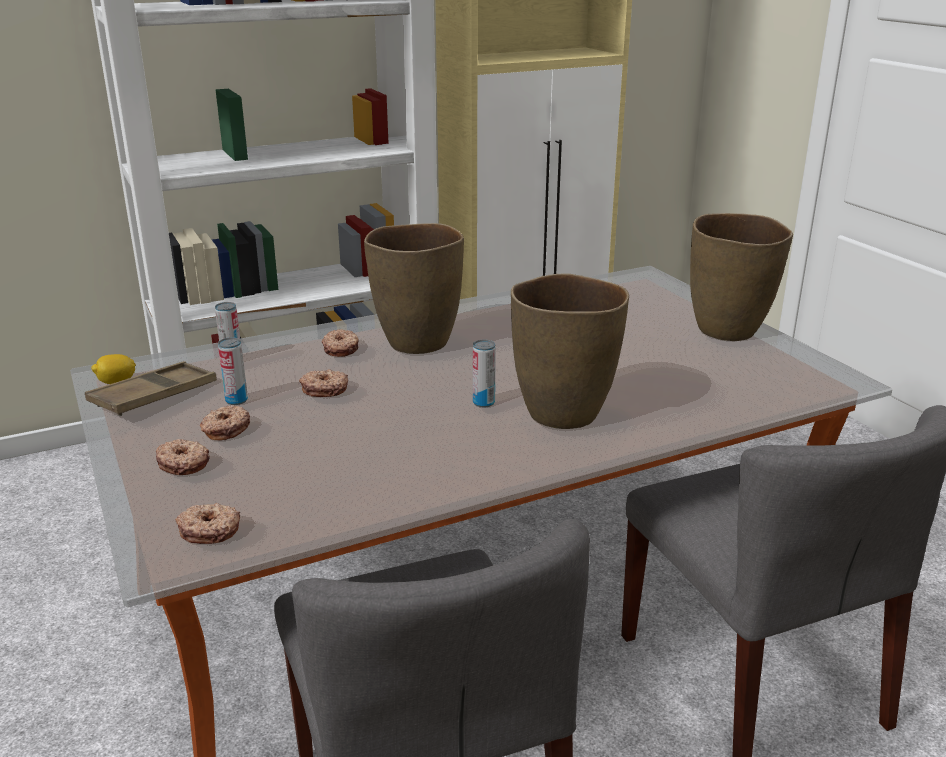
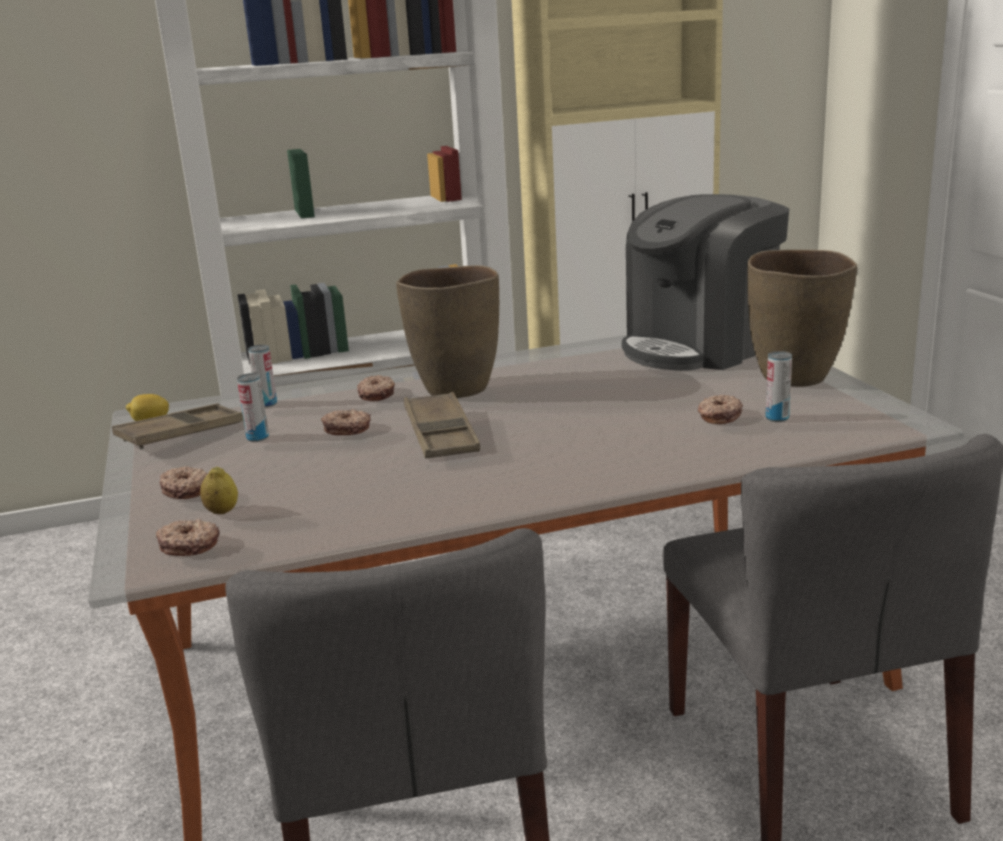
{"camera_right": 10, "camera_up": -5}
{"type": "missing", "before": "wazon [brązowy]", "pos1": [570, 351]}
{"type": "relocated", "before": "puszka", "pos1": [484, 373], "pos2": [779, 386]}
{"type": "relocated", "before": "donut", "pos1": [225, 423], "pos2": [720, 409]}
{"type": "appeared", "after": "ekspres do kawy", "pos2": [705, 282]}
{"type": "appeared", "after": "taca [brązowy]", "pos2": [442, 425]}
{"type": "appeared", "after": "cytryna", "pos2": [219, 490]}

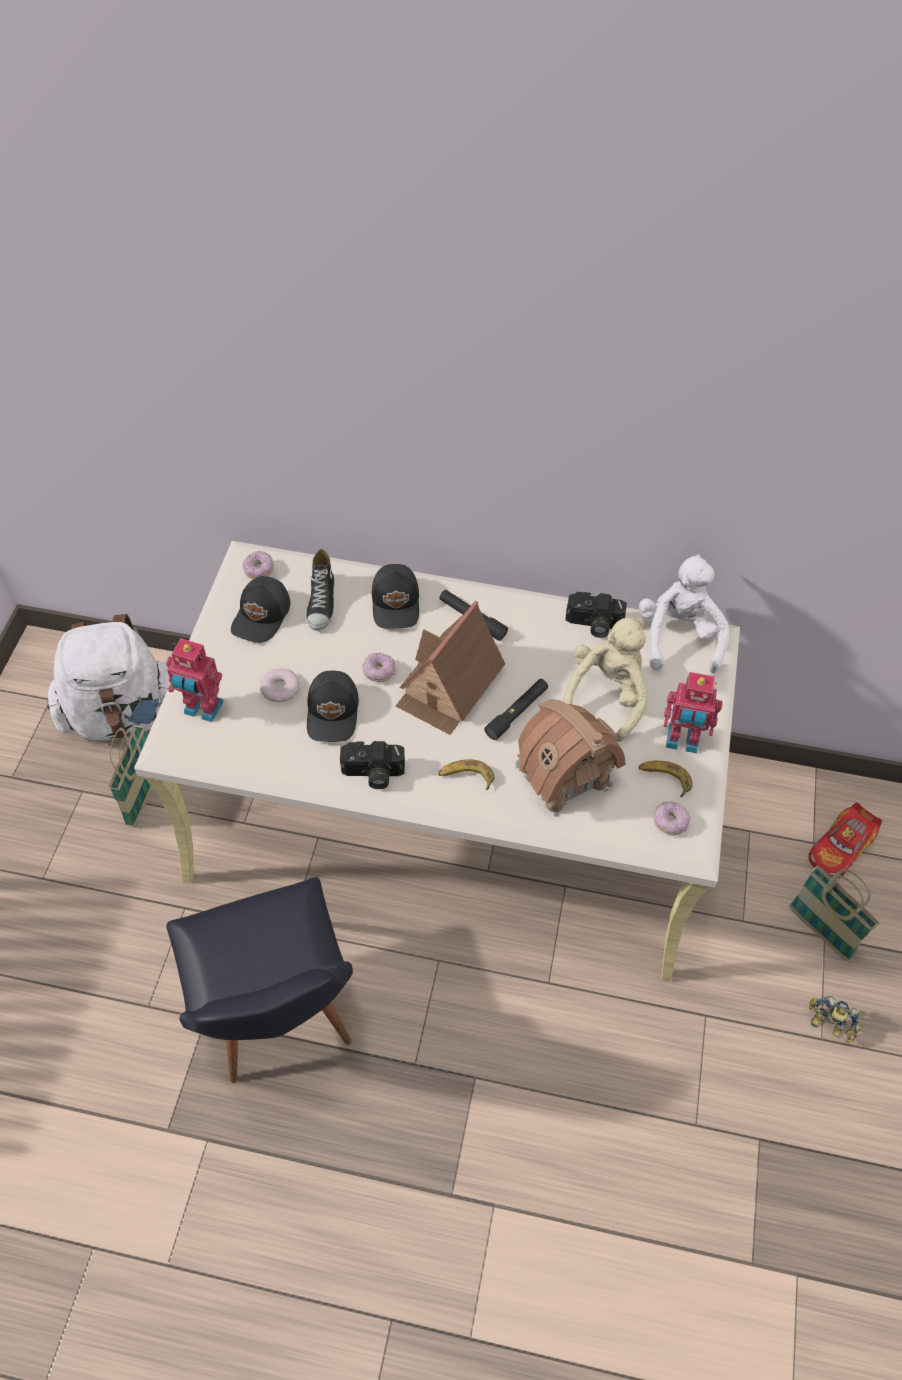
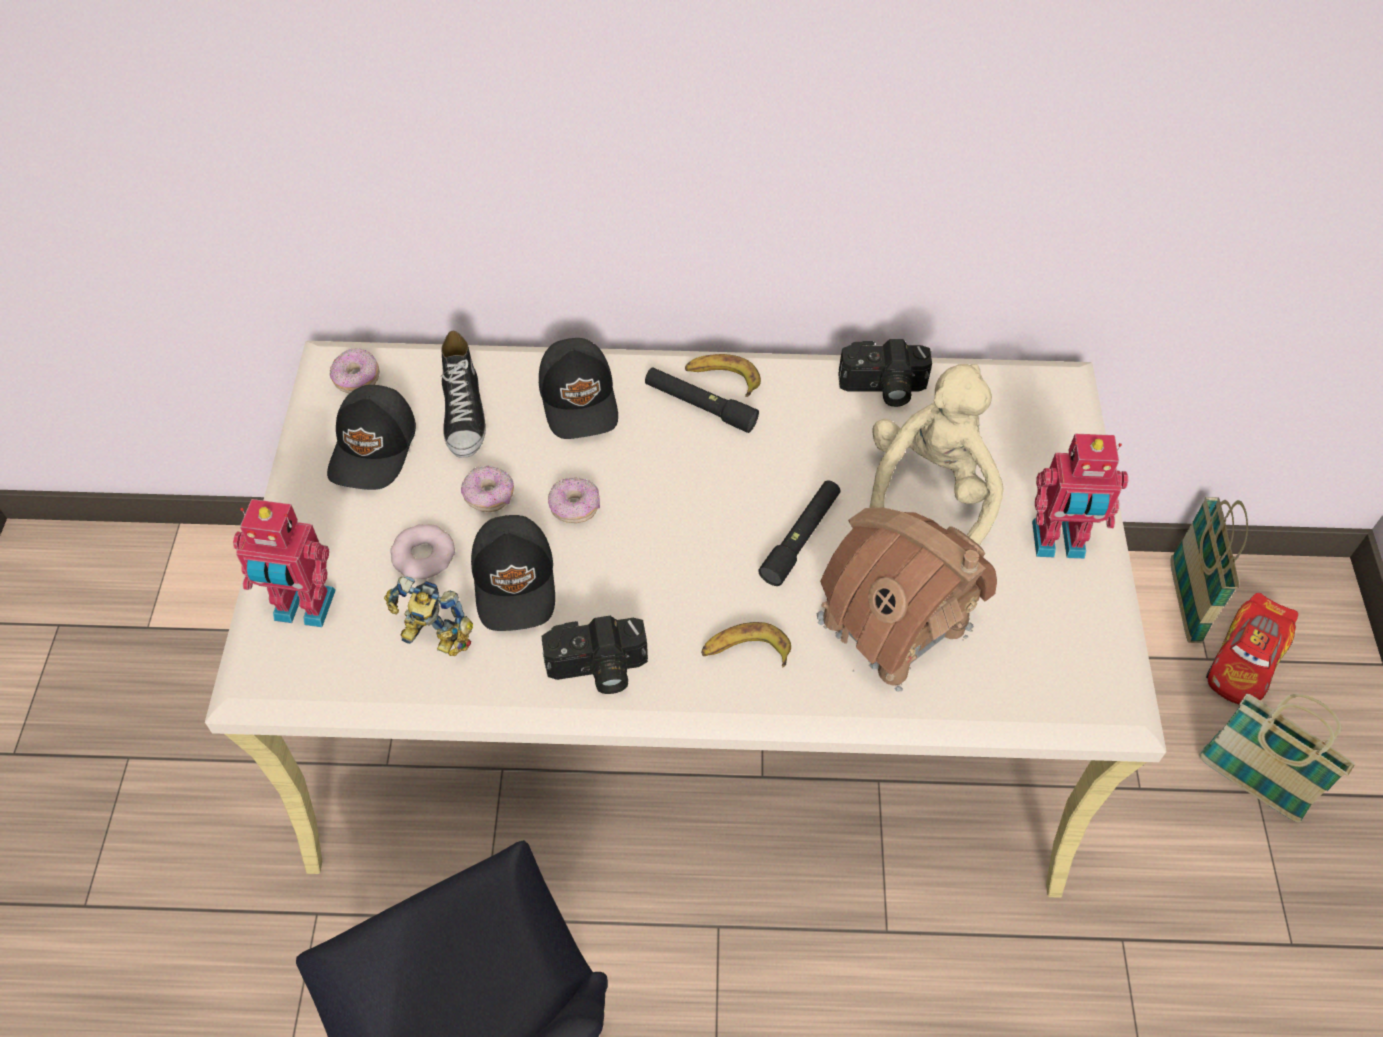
{"camera_right": -10, "camera_up": 0}
{"type": "missing", "before": "pluszak [biały]", "pos1": [684, 613]}
{"type": "missing", "before": "domek", "pos1": [450, 667]}
{"type": "missing", "before": "plecak [biały]", "pos1": [108, 677]}
{"type": "relocated", "before": "koszyk", "pos1": [130, 776], "pos2": [1209, 570]}
{"type": "relocated", "before": "banan", "pos1": [665, 779], "pos2": [723, 375]}
{"type": "relocated", "before": "donut", "pos1": [672, 818], "pos2": [487, 489]}
{"type": "relocated", "before": "robot zabawkowy", "pos1": [835, 1019], "pos2": [428, 616]}

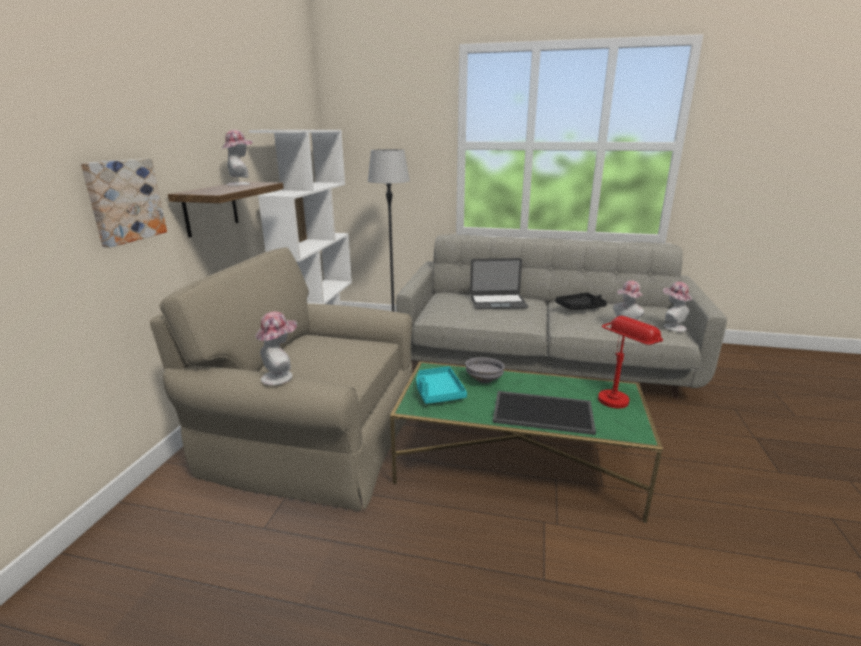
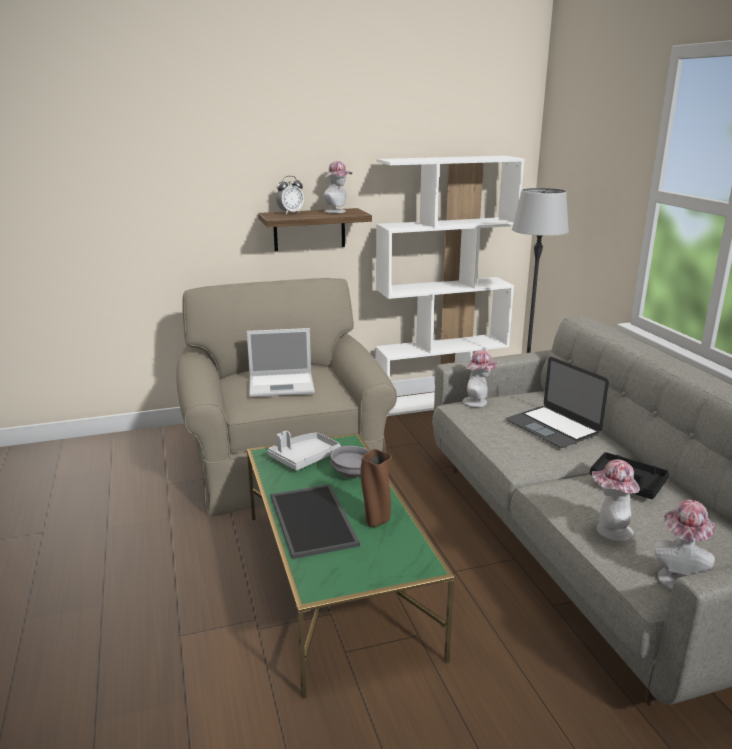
{"camera_right": 60, "camera_up": 0}
{"type": "missing", "before": "obraz", "pos1": [124, 203]}
{"type": "relocated", "before": "kapelusz", "pos1": [276, 348], "pos2": [481, 378]}
{"type": "missing", "before": "lampa stołowa [czerwony]", "pos1": [630, 362]}
{"type": "colour", "before": "taca [turkusowy]", "after": "taca [szary]", "pos1": [442, 385], "pos2": [304, 450]}
{"type": "appeared", "after": "budzik", "pos2": [290, 195]}
{"type": "appeared", "after": "laptop", "pos2": [281, 362]}
{"type": "appeared", "after": "wazon [brązowy]", "pos2": [376, 488]}

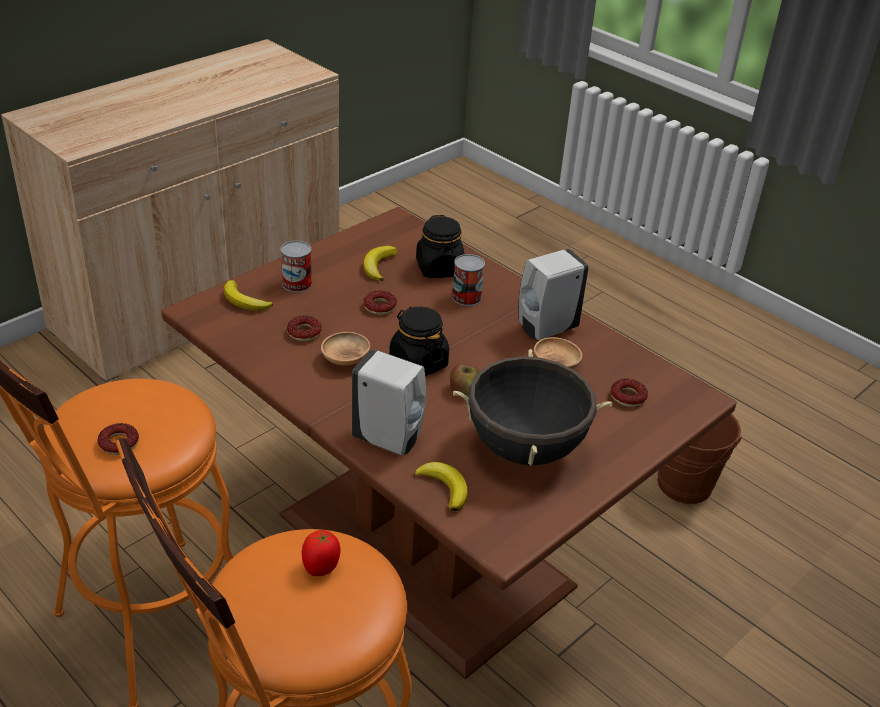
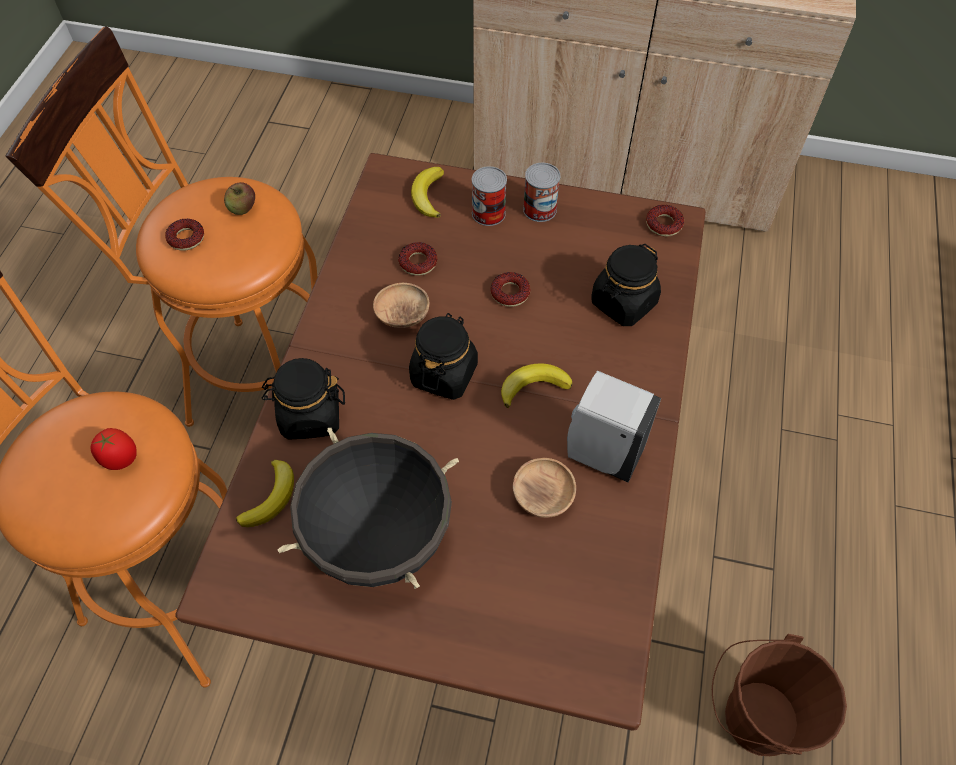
{"camera_right": 60, "camera_up": 20}
{"type": "relocated", "before": "banan", "pos1": [380, 263], "pos2": [537, 385]}
{"type": "relocated", "before": "puszka", "pos1": [468, 280], "pos2": [541, 192]}
{"type": "exchanged", "before": "dozownik mydła [biały]", "after": "słoik [czarny]", "pos1": [389, 402], "pos2": [303, 399]}
{"type": "relocated", "before": "jabłko", "pos1": [464, 380], "pos2": [239, 198]}
{"type": "relocated", "before": "donut", "pos1": [629, 393], "pos2": [665, 221]}

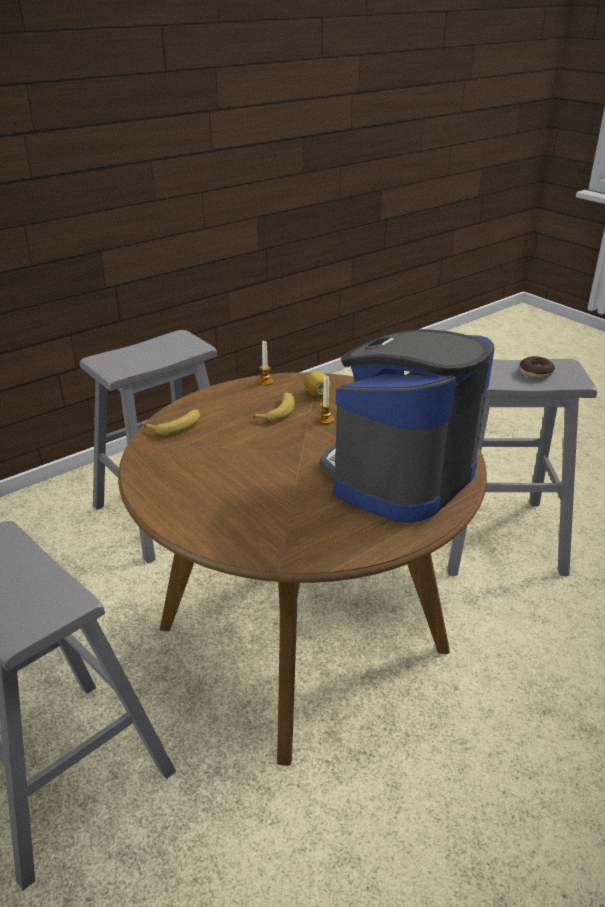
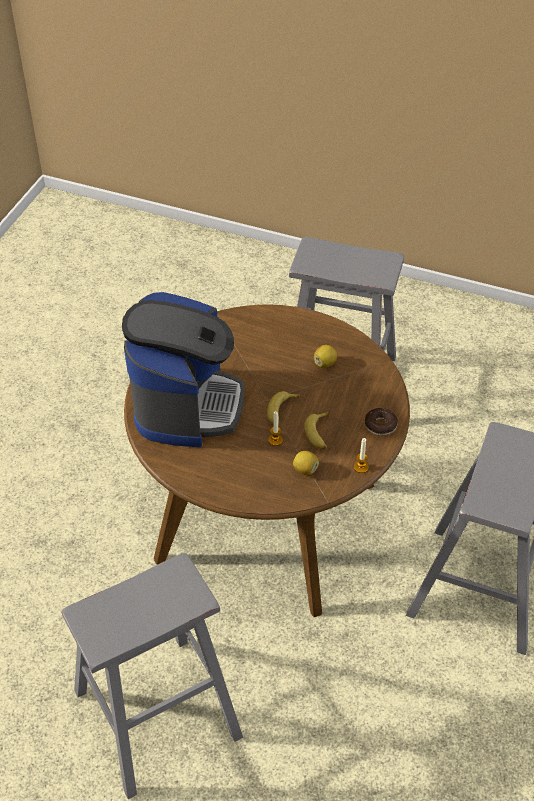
{"camera_right": 150, "camera_up": 15}
{"type": "relocated", "before": "donut", "pos1": [537, 367], "pos2": [381, 422]}
{"type": "relocated", "before": "banan", "pos1": [172, 422], "pos2": [283, 408]}
{"type": "appeared", "after": "cytryna", "pos2": [325, 356]}

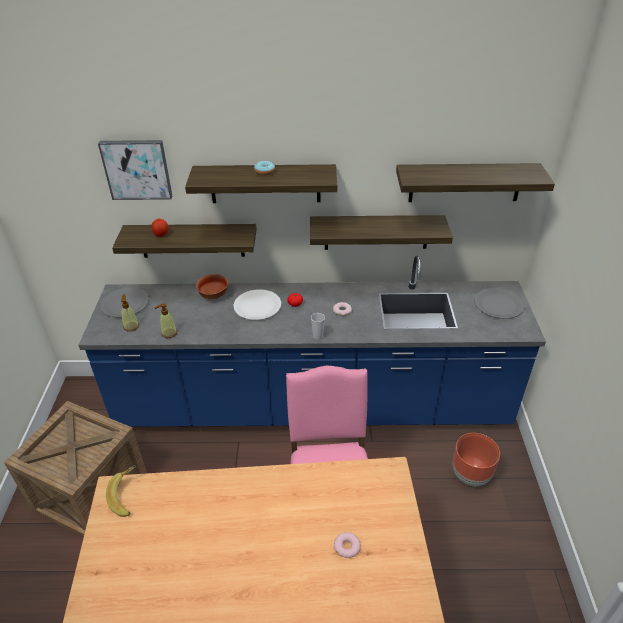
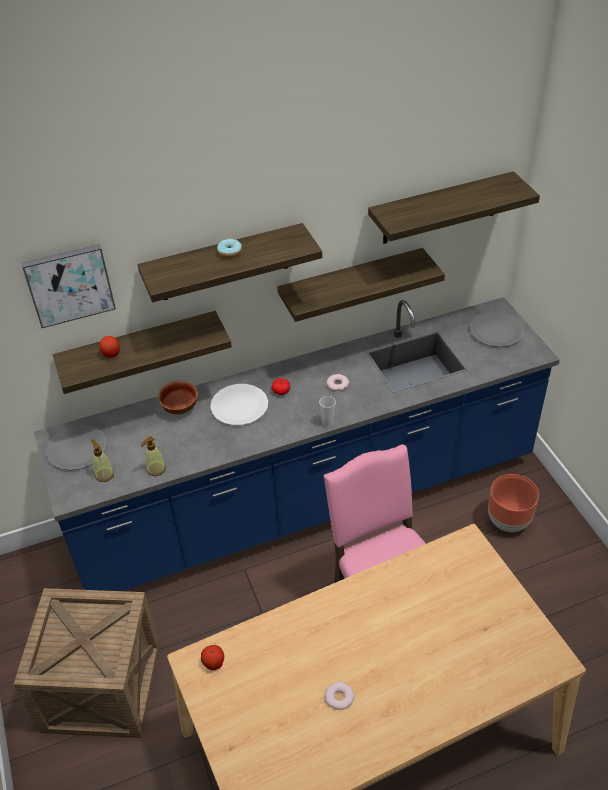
{"camera_right": -20, "camera_up": 5}
{"type": "exchanged", "before": "banan", "after": "jabłko", "pos1": [121, 491], "pos2": [212, 657]}
{"type": "relocated", "before": "donut", "pos1": [347, 545], "pos2": [339, 696]}

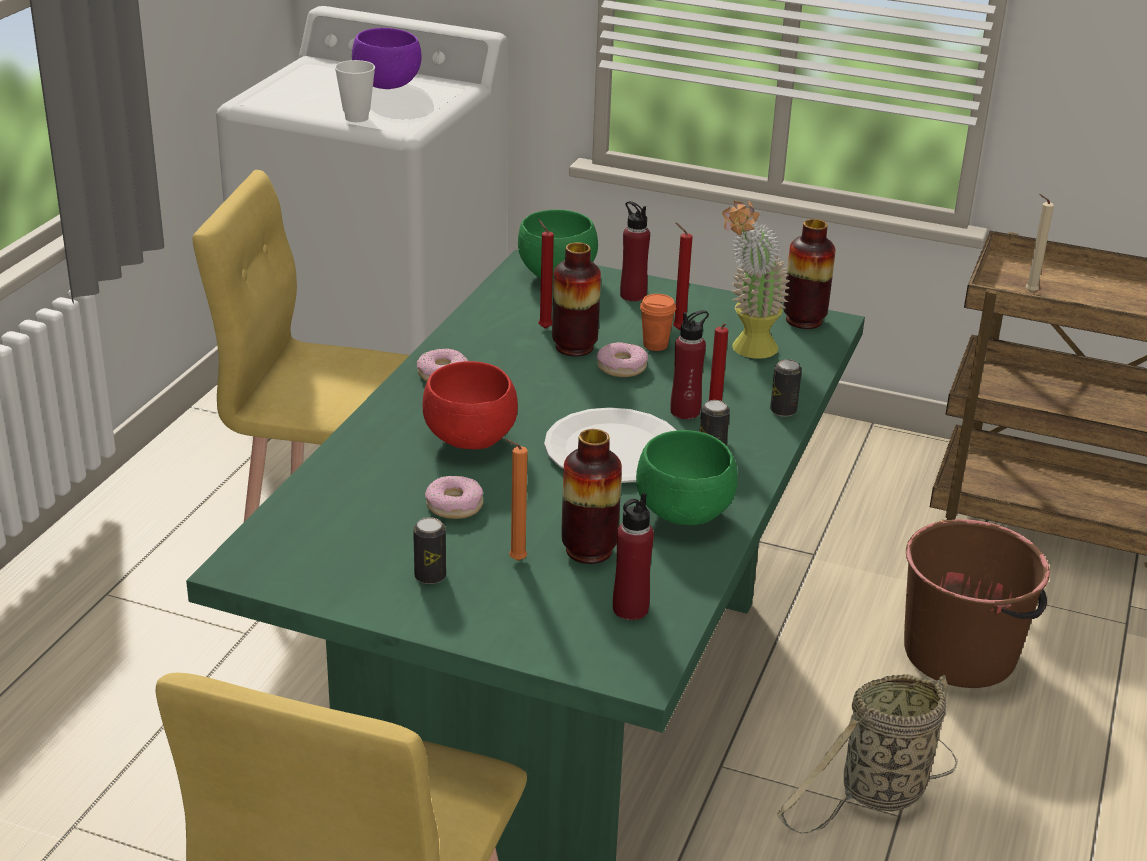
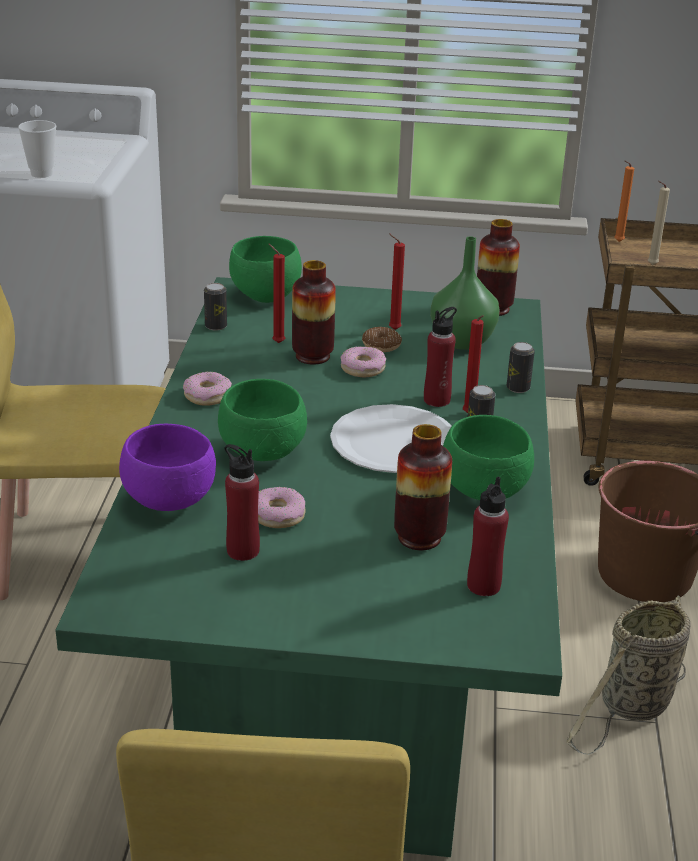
{"camera_right": -15, "camera_up": 0}
{"type": "relocated", "before": "miska [fioletowy]", "pos1": [387, 58], "pos2": [167, 467]}
{"type": "relocated", "before": "butelka [czerwony]", "pos1": [635, 251], "pos2": [242, 502]}
{"type": "exchanged", "before": "roślina doniczkowa", "after": "wazon [zielony]", "pos1": [756, 280], "pos2": [464, 293]}
{"type": "exchanged", "before": "filiżanka [pomarańczowy]", "after": "donut", "pos1": [658, 322], "pos2": [382, 339]}
{"type": "colour", "before": "miska [czerwony]", "after": "miska [zielony]", "pos1": [470, 405], "pos2": [262, 420]}
{"type": "relocated", "before": "świeca [pomarańczowy]", "pos1": [516, 500], "pos2": [624, 201]}
{"type": "relocated", "before": "puszka", "pos1": [429, 550], "pos2": [215, 307]}

